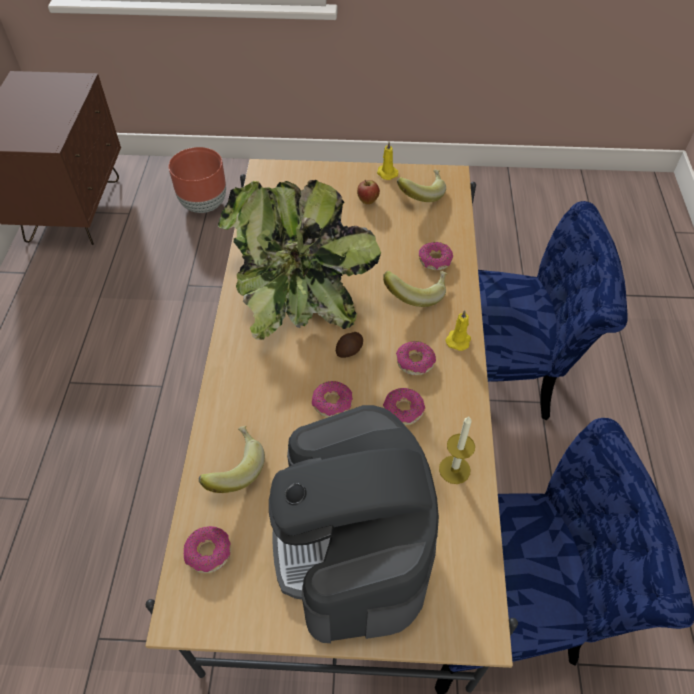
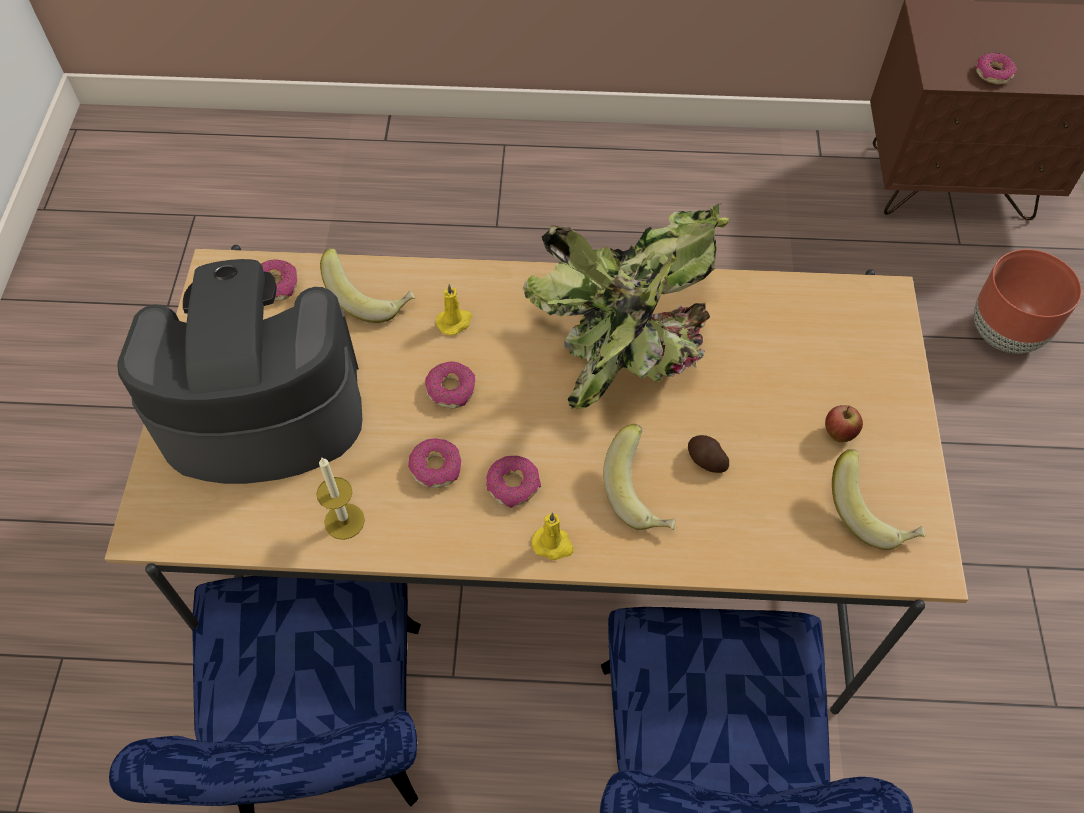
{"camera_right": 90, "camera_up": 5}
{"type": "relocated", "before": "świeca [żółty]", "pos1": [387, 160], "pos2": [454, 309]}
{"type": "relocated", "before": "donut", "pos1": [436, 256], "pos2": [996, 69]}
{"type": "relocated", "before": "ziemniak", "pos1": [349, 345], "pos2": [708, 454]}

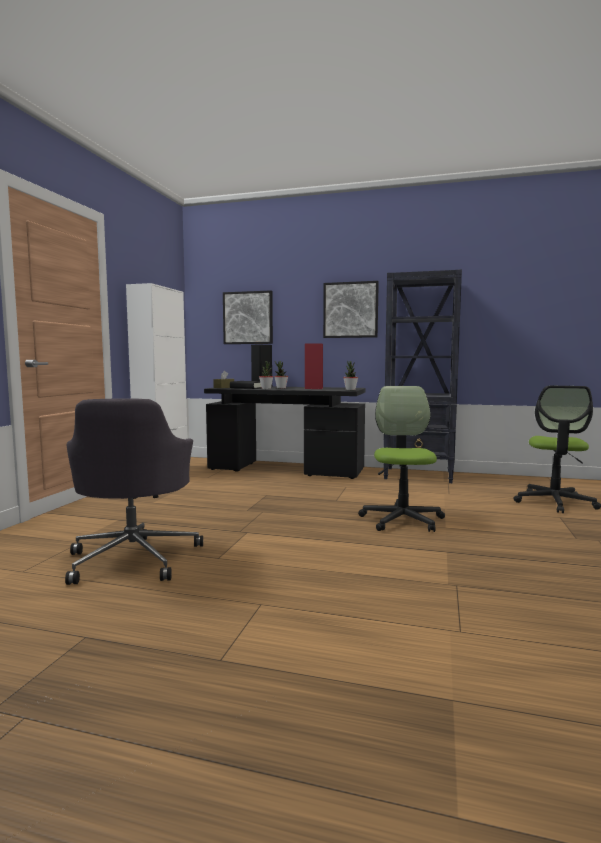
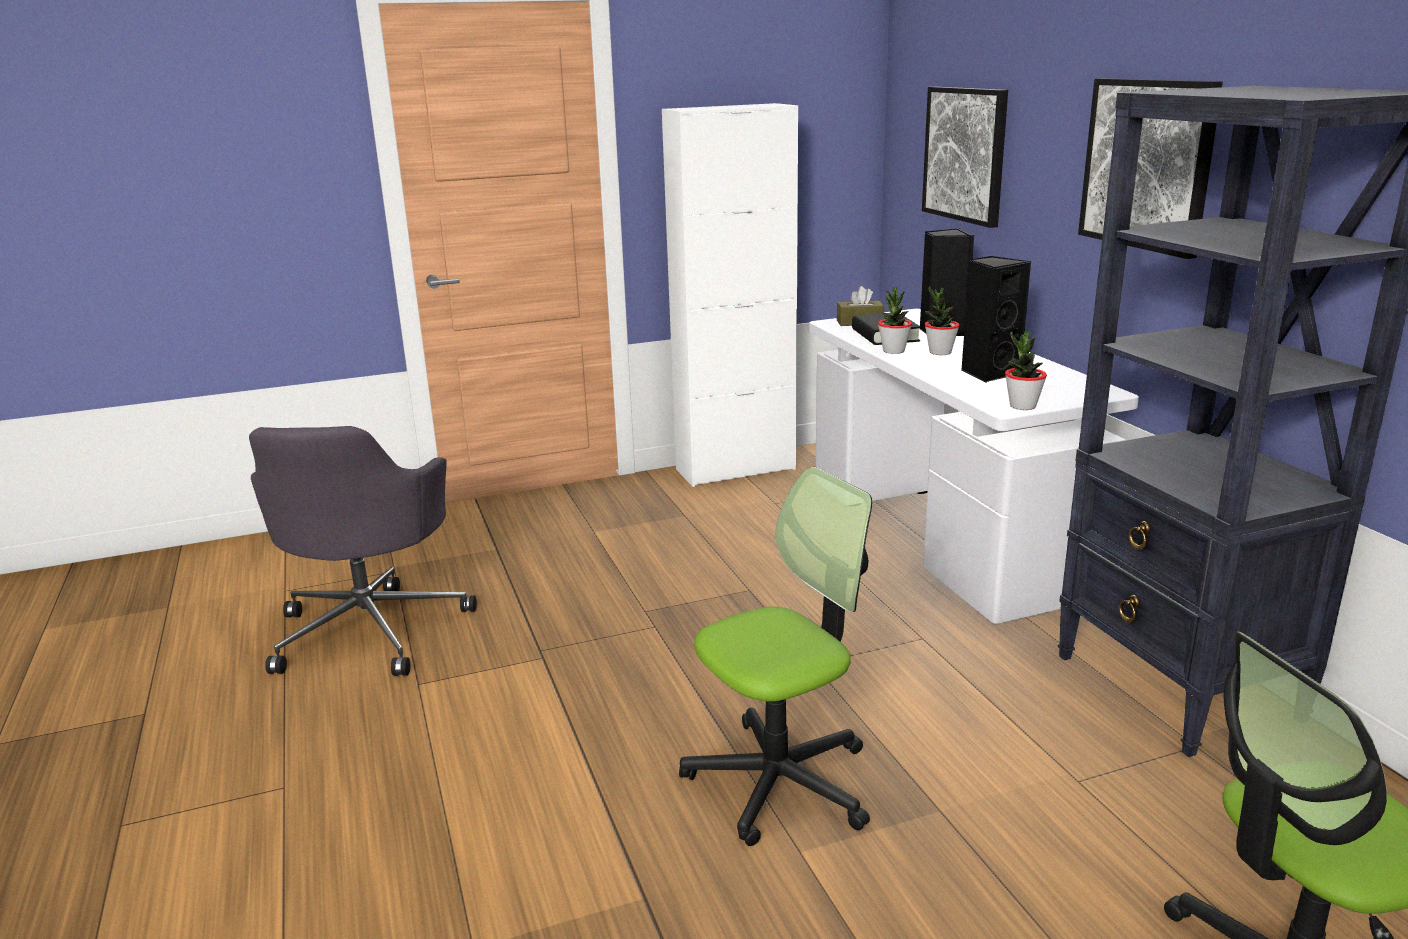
{"camera_right": 55, "camera_up": 15}
{"type": "colour", "before": "głośnik [czerwony]", "after": "głośnik [czarny]", "pos1": [314, 366], "pos2": [996, 319]}
{"type": "colour", "before": "biurko [czarny]", "after": "biurko [biały]", "pos1": [285, 433], "pos2": [974, 466]}
{"type": "spun", "before": "krzesło biurowe [szary]", "pos1": [134, 492], "pos2": [363, 551], "turn": -45}

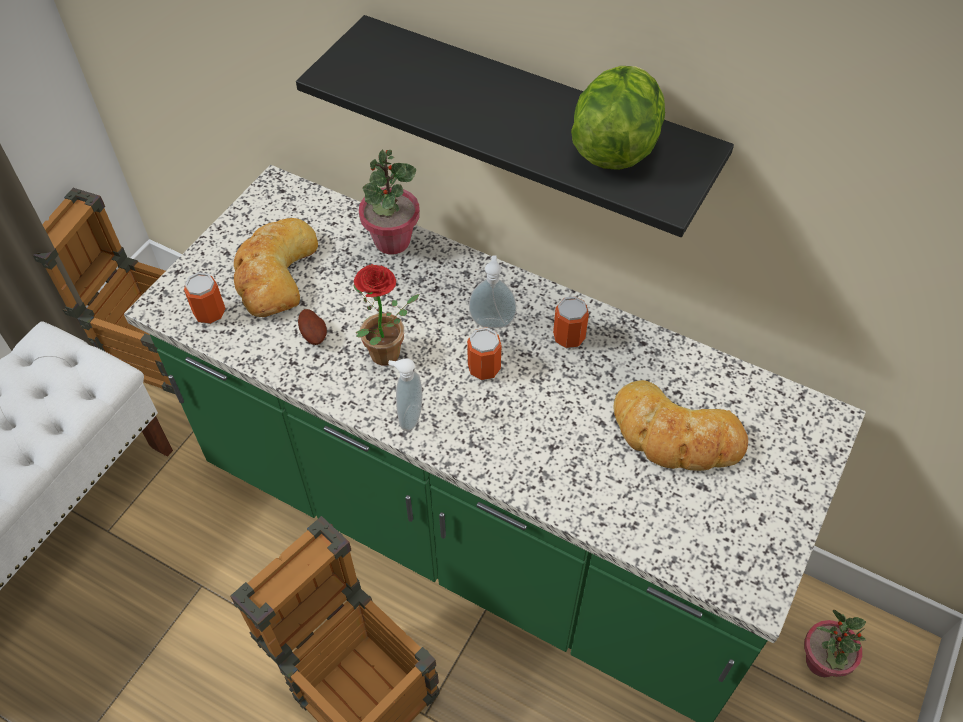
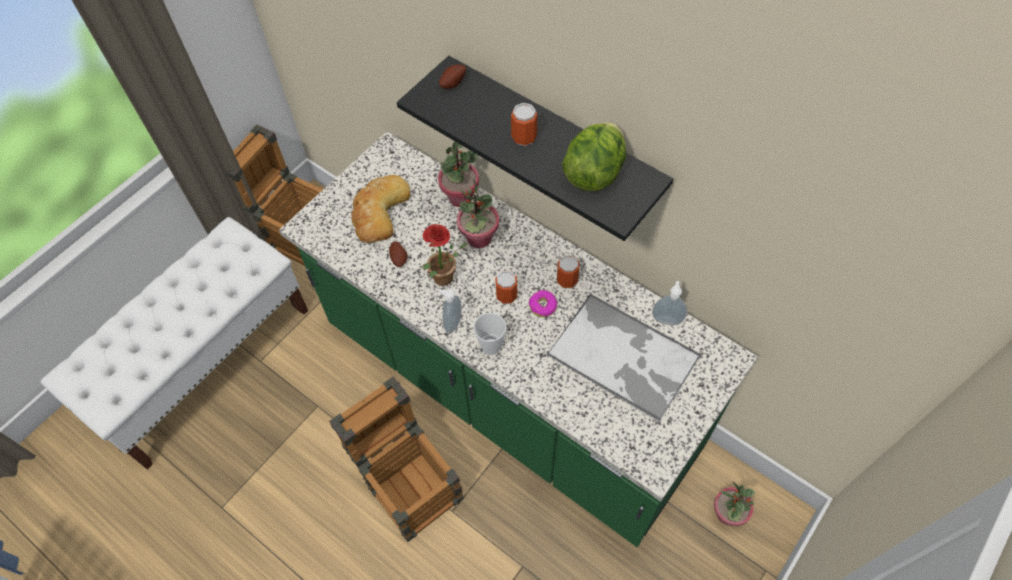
{"camera_right": 10, "camera_up": 5}
{"type": "relocated", "before": "dozownik mydła", "pos1": [493, 291], "pos2": [669, 303]}
{"type": "relocated", "before": "puszka", "pos1": [205, 298], "pos2": [524, 124]}
{"type": "exchanged", "before": "chleb", "after": "taca", "pos1": [680, 425], "pos2": [624, 358]}
{"type": "appeared", "after": "ziemniak", "pos2": [452, 76]}
{"type": "appeared", "after": "roślina doniczkowa", "pos2": [478, 213]}
{"type": "appeared", "after": "donut", "pos2": [543, 303]}
{"type": "appeared", "after": "filiżanka", "pos2": [489, 334]}

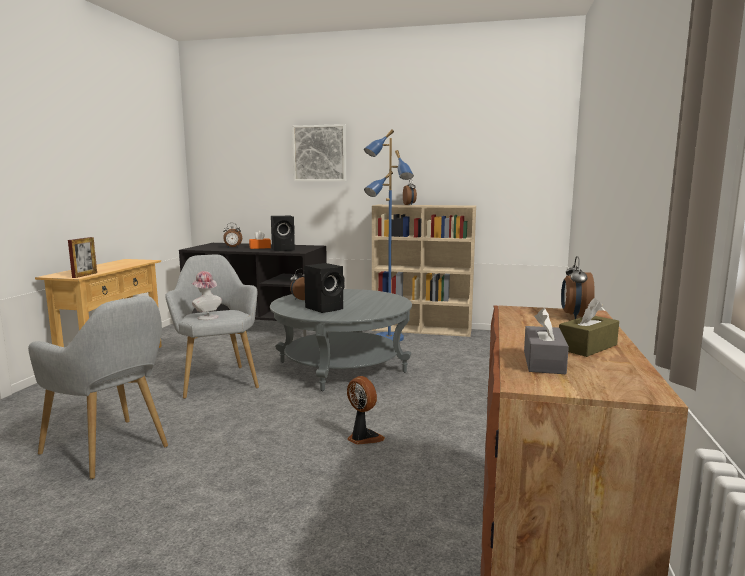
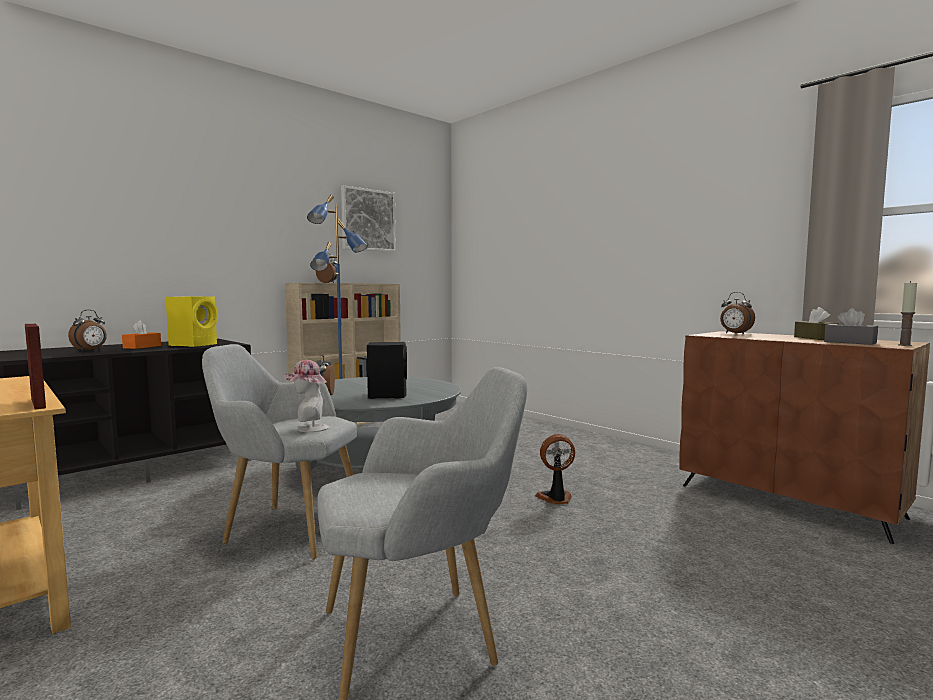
{"camera_right": -55, "camera_up": -5}
{"type": "relocated", "before": "obraz", "pos1": [319, 152], "pos2": [368, 218]}
{"type": "colour", "before": "głośnik [czarny]", "after": "głośnik [żółty]", "pos1": [283, 233], "pos2": [192, 321]}
{"type": "appeared", "after": "świeca", "pos2": [907, 313]}

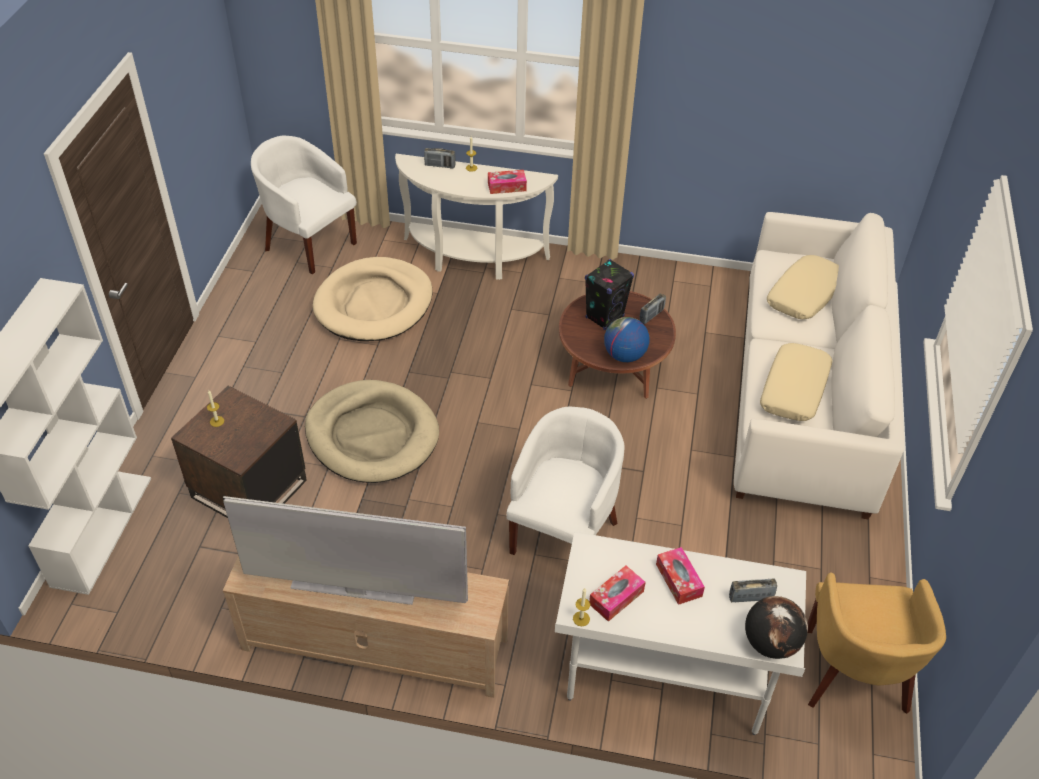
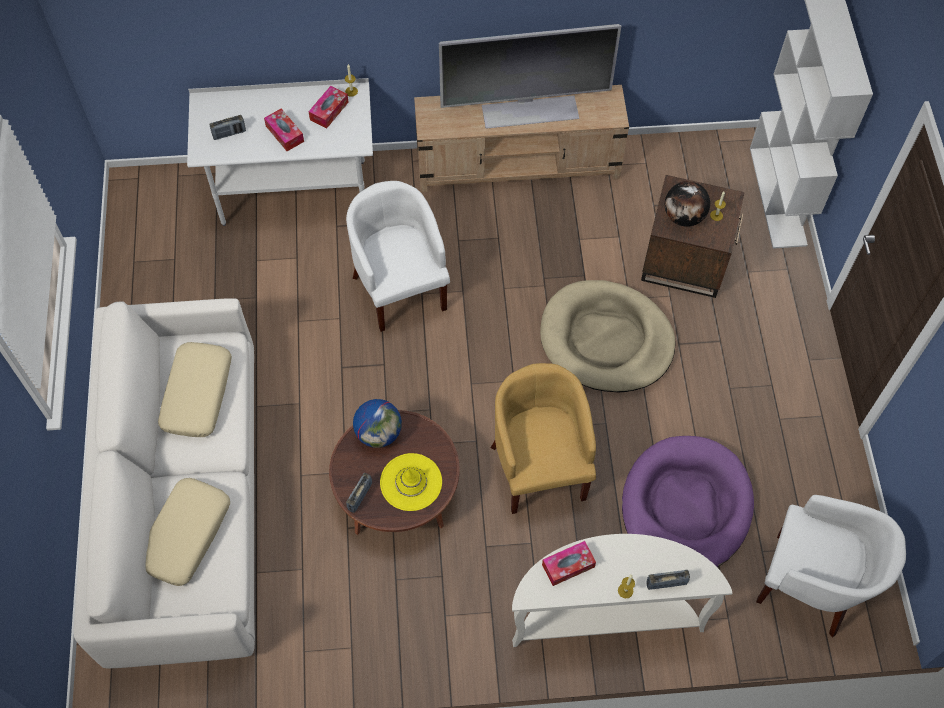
{"camera_right": 165, "camera_up": 15}
{"type": "colour", "before": "legowisko [beżowy]", "after": "legowisko [fioletowy]", "pos1": [373, 299], "pos2": [688, 502]}
{"type": "exchanged", "before": "głośnik [czarny]", "after": "kapelusz [żółty]", "pos1": [609, 294], "pos2": [411, 482]}
{"type": "spun", "before": "fotel [biały]", "pos1": [565, 481], "pos2": [398, 256], "turn": 150}
{"type": "relocated", "before": "fotel [żółty]", "pos1": [877, 643], "pos2": [543, 438]}
{"type": "relocated", "before": "globus", "pos1": [776, 627], "pos2": [687, 204]}

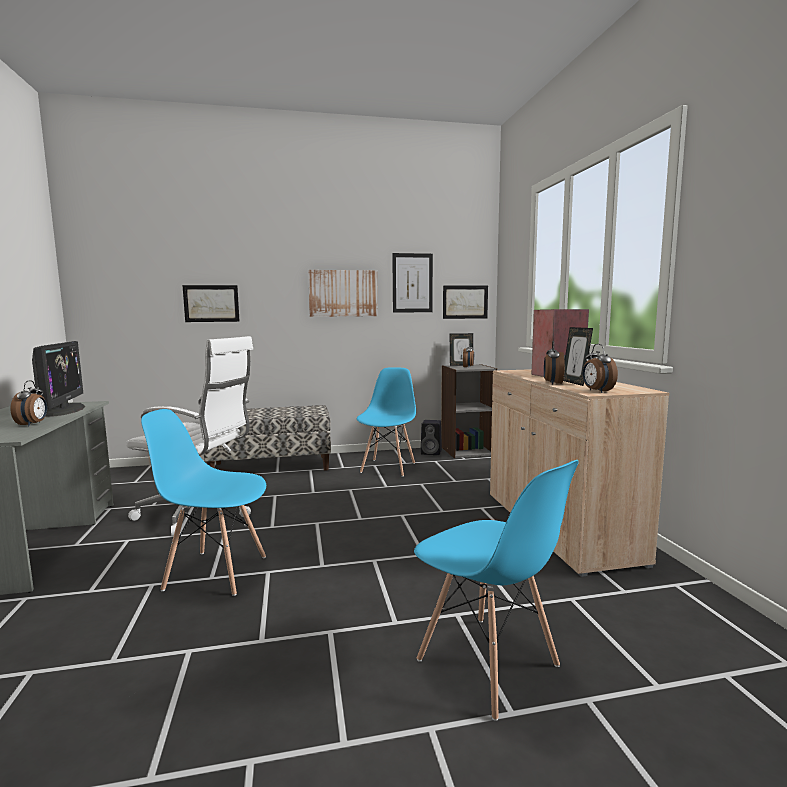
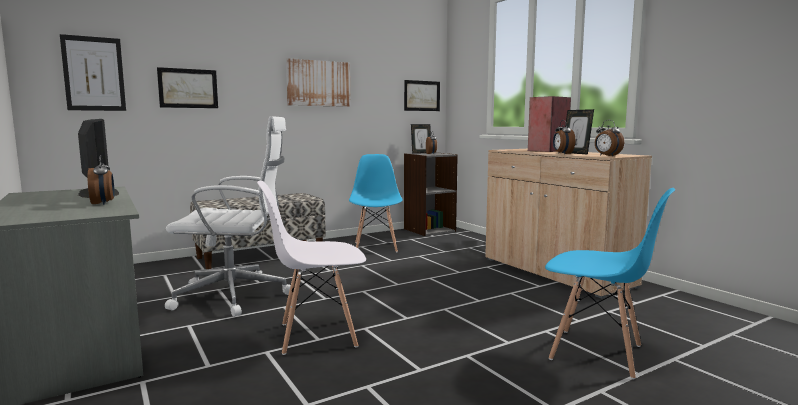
{"camera_right": -20, "camera_up": 0}
{"type": "relocated", "before": "obraz", "pos1": [412, 283], "pos2": [93, 72]}
{"type": "colour", "before": "krzesło [niebieski]", "after": "krzesło [biały]", "pos1": [203, 502], "pos2": [311, 268]}
{"type": "missing", "before": "głośnik [czarny]", "pos1": [431, 437]}

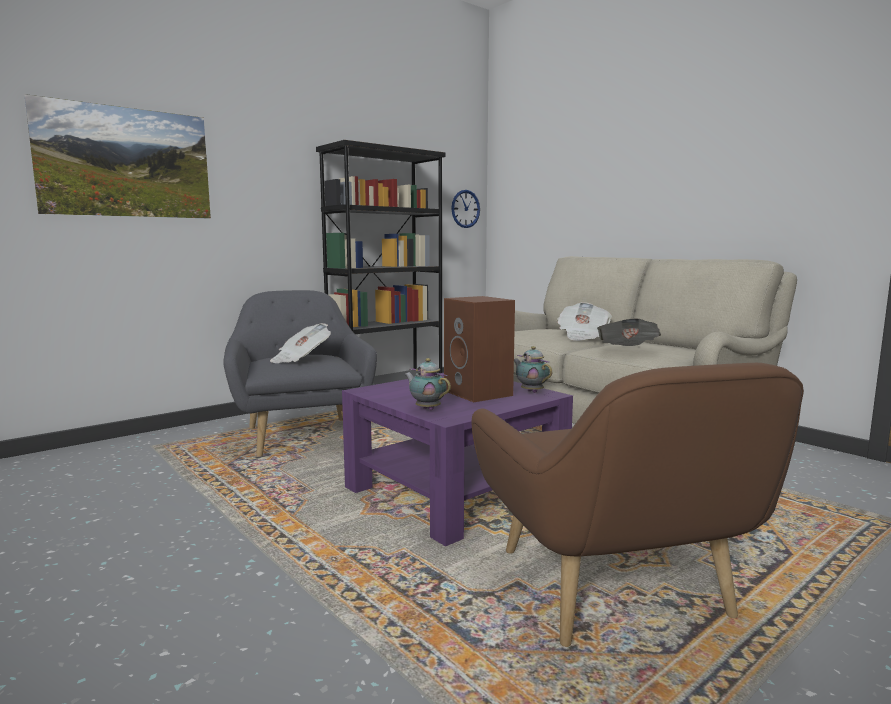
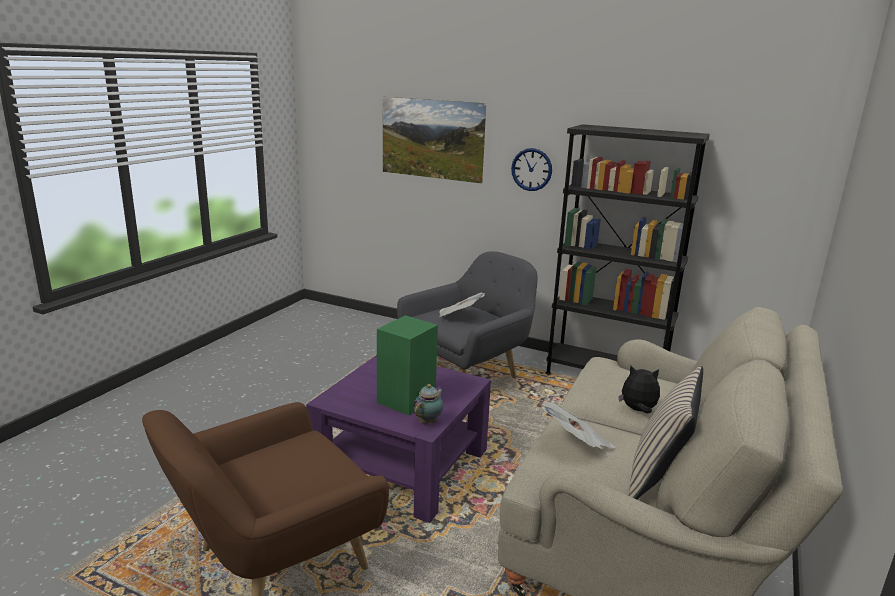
{"camera_right": 65, "camera_up": 10}
{"type": "relocated", "before": "zegar ścienny", "pos1": [465, 209], "pos2": [531, 169]}
{"type": "colour", "before": "głośnik [brązowy]", "after": "głośnik [zielony]", "pos1": [479, 349], "pos2": [407, 365]}
{"type": "exchanged", "before": "gazeta", "after": "pluszak", "pos1": [584, 321], "pos2": [639, 389]}
{"type": "missing", "before": "imbryk", "pos1": [427, 384]}
{"type": "appeared", "after": "poduszka [beżowy]", "pos2": [665, 432]}

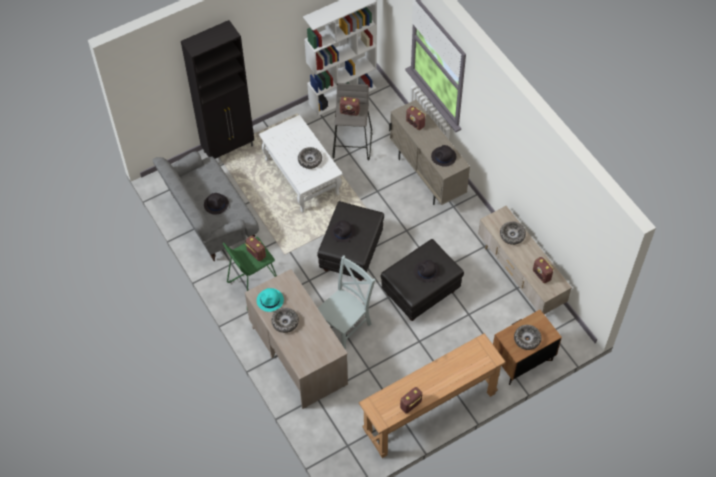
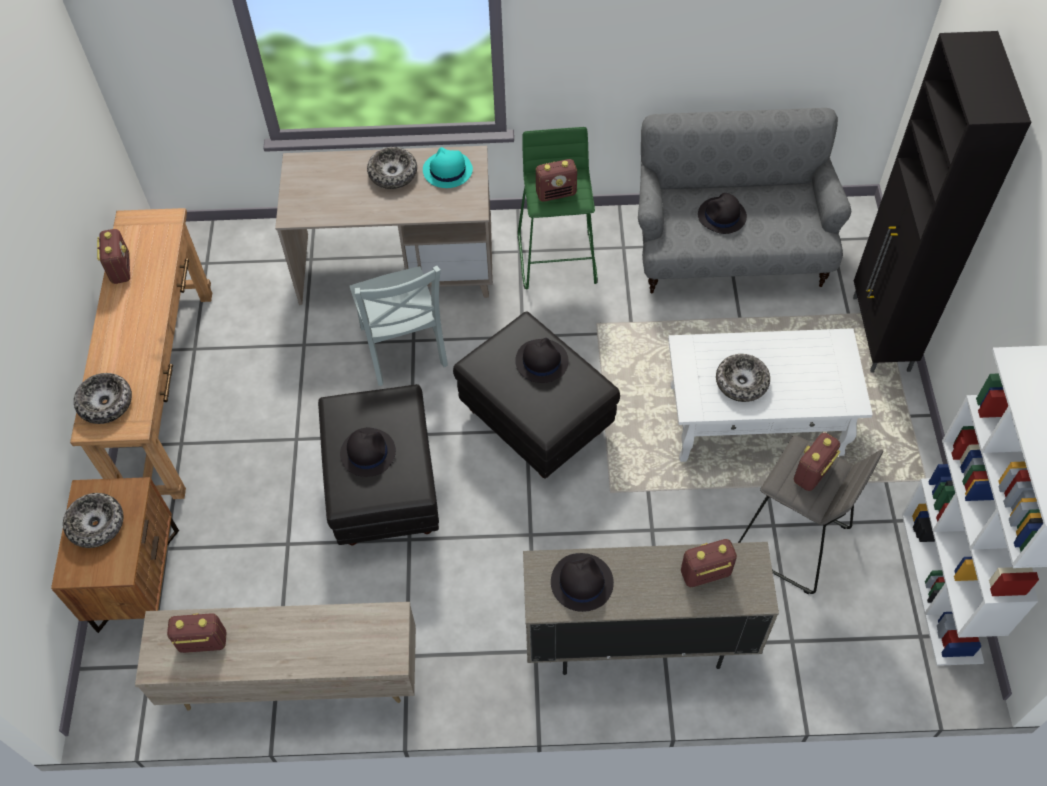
{"camera_right": 120, "camera_up": 0}
{"type": "relocated", "before": "miska", "pos1": [513, 233], "pos2": [103, 398]}

